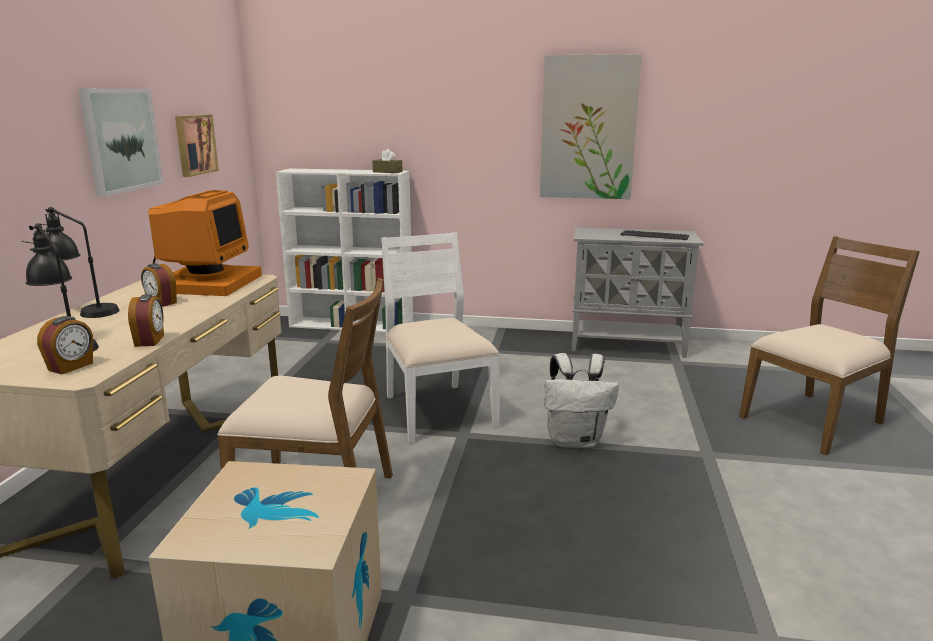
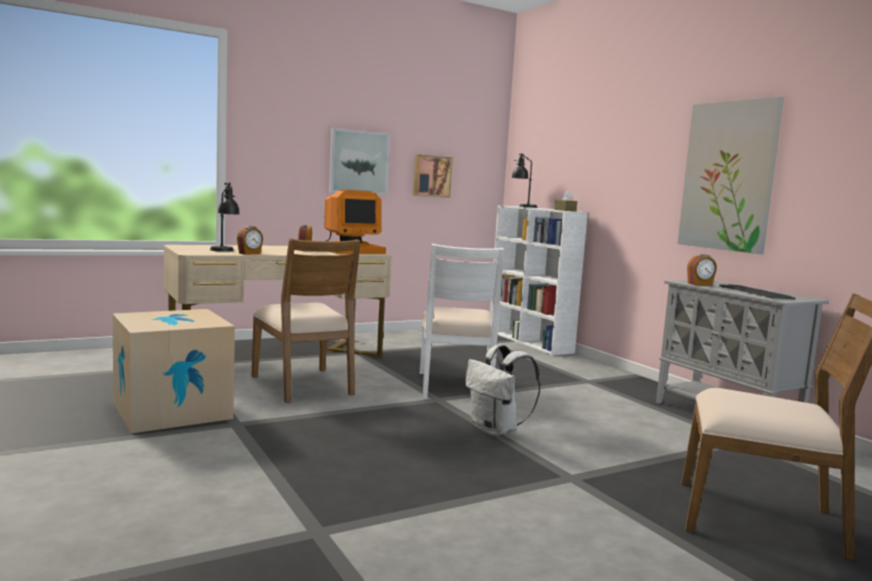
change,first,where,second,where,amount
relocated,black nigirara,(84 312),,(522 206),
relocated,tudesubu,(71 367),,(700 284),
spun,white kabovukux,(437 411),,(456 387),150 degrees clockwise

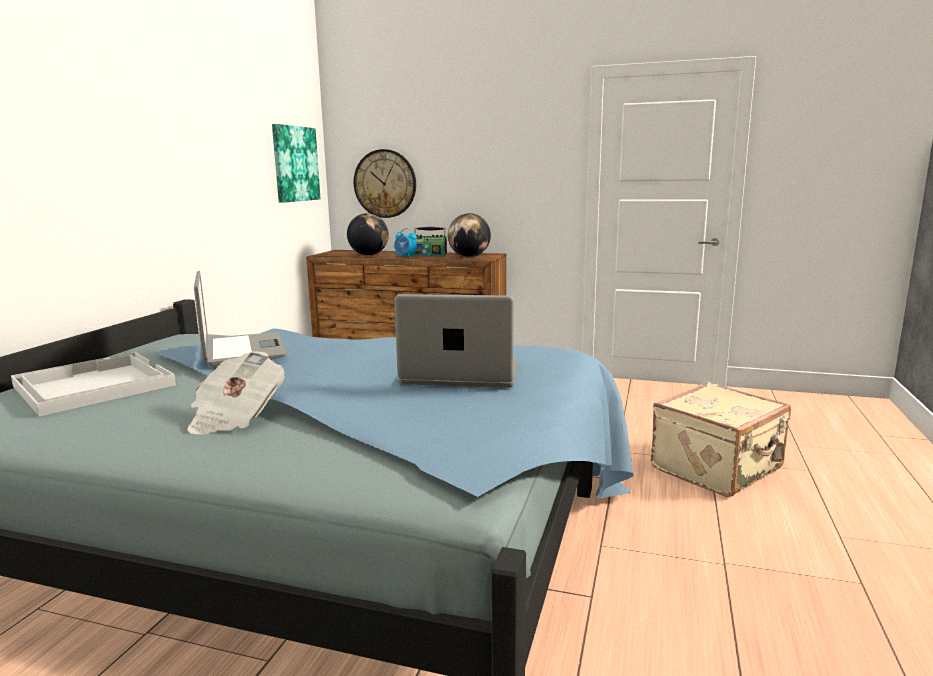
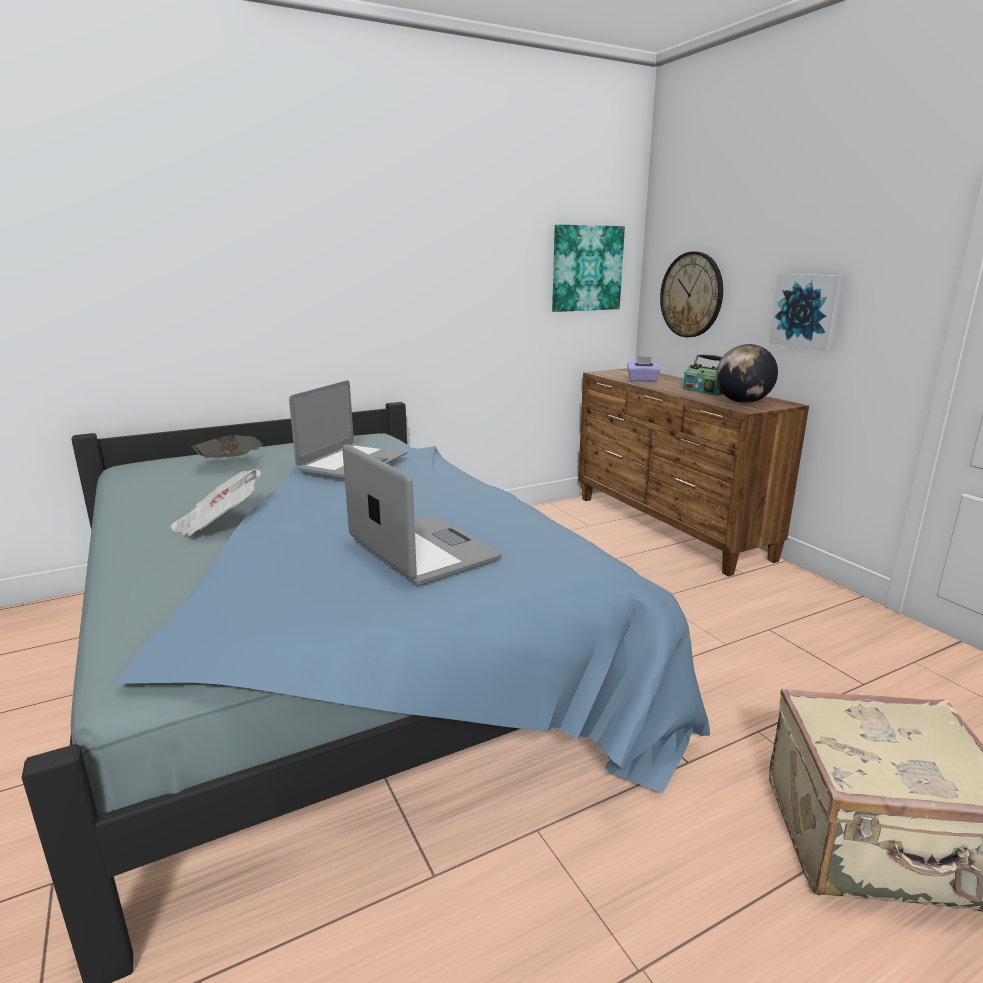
change,first,where,second,where,amount
missing,tudesubu,(405 257),,,
appeared,,,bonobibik,(807 310),
exchanged,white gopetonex,(92 385),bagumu,(231 465),
exchanged,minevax,(368 255),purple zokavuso,(642 380),

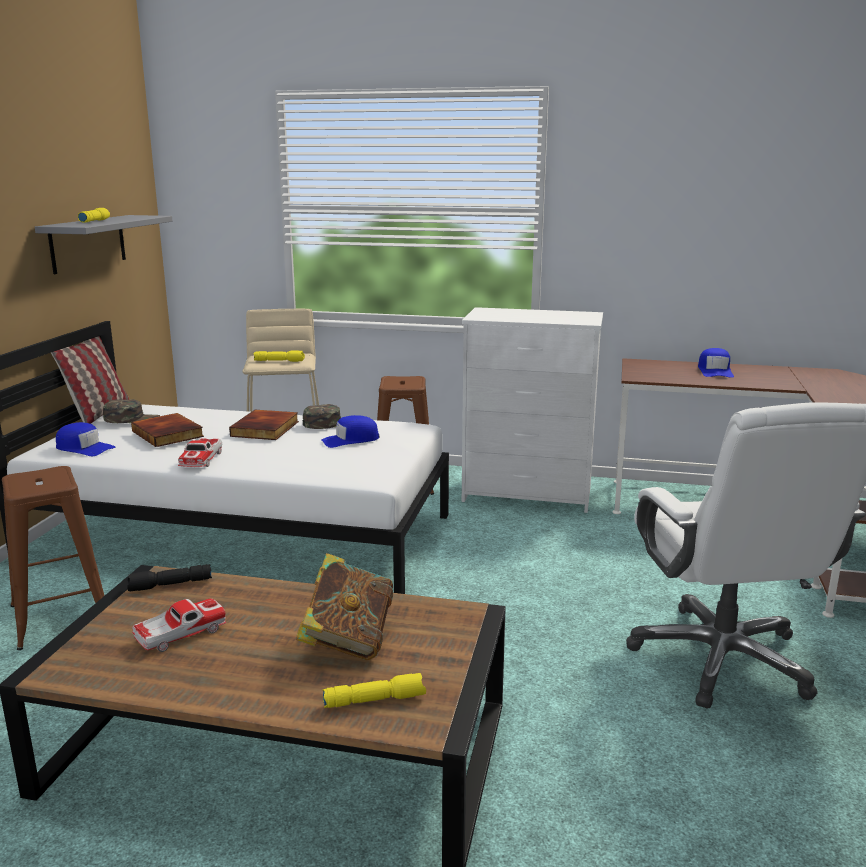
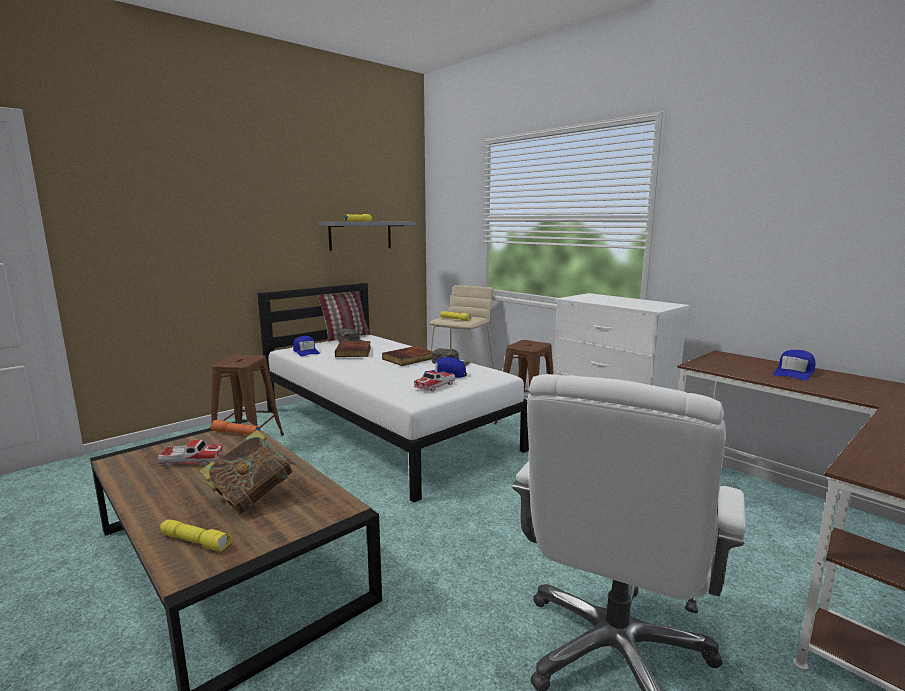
change,first,where,second,where,amount
relocated,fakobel,(201 459),,(435 386),
colour,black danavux,(170 585),orange danavux,(235 433),

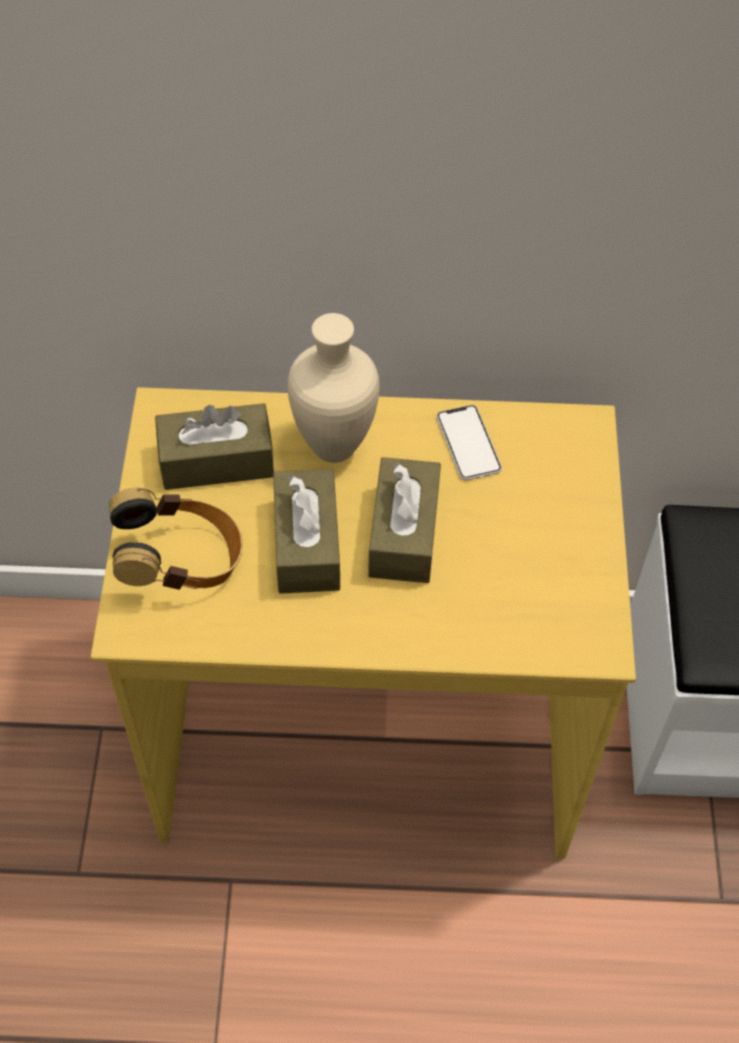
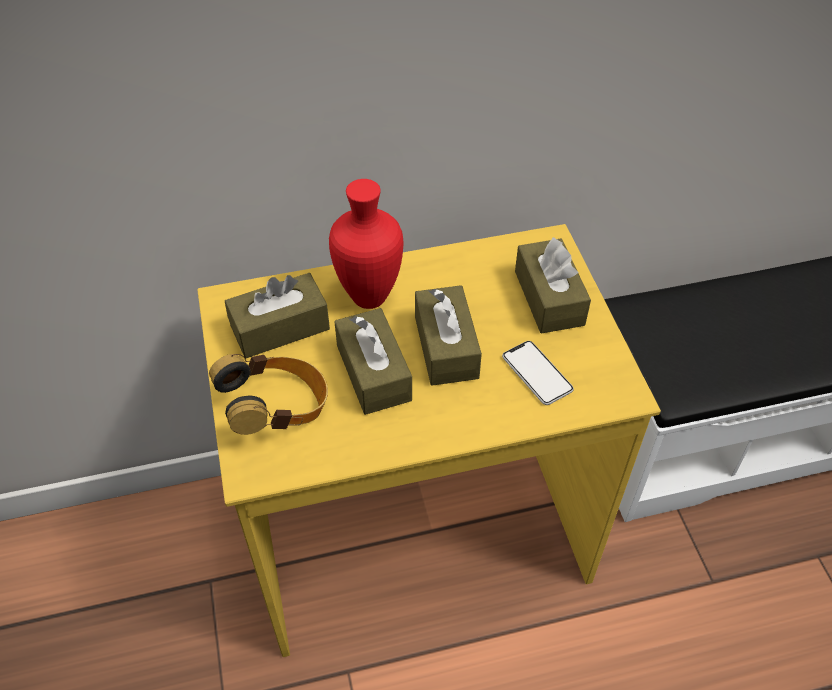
change,first,where,second,where,amount
appeared,,,brown zokavuso,(549 298),
relocated,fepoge,(468 444),,(537 373),
colour,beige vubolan,(334 450),red vubolan,(370 299),

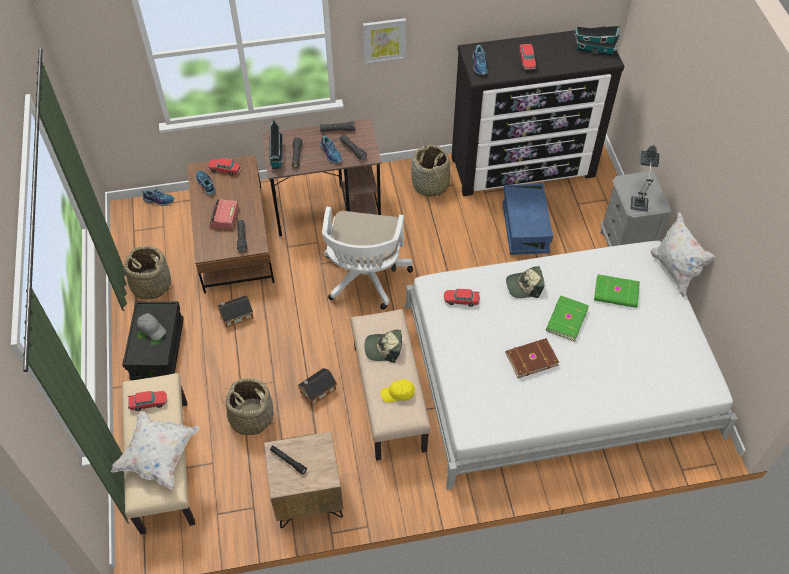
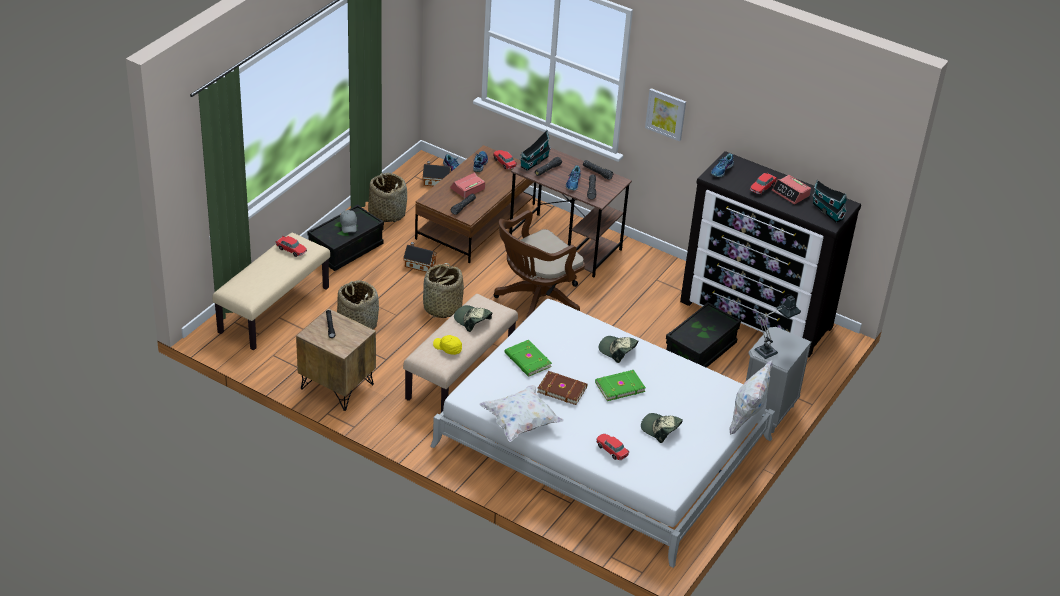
change,first,where,second,where,amount
appeared,,,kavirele,(660 429),
appeared,,,tudesubu,(791 193),
relocated,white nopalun,(158 455),,(520 423),
relocated,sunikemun,(316 391),,(435 181),
relocated,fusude,(430 185),,(442 308),
relocated,fakobel,(461 300),,(611 450),
relocated,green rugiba,(616 293),,(527 360),
colour,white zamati,(365 279),brown zamati,(535 302),
colour,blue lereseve,(525 229),black lereseve,(700 351),

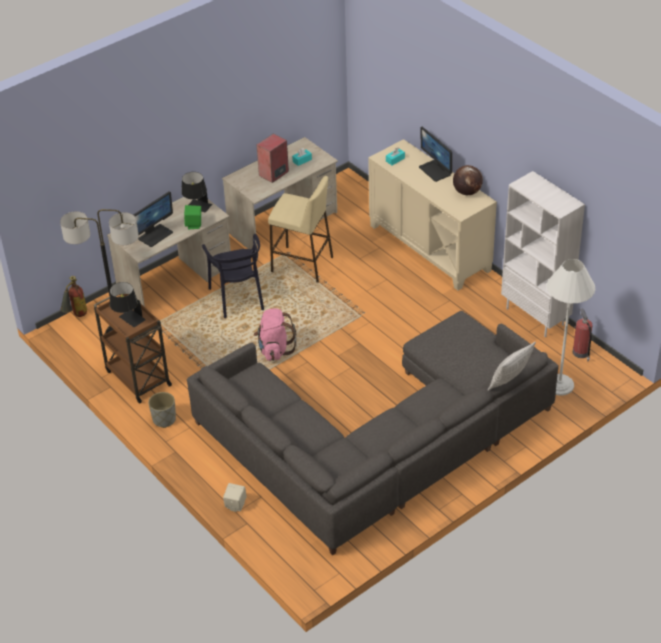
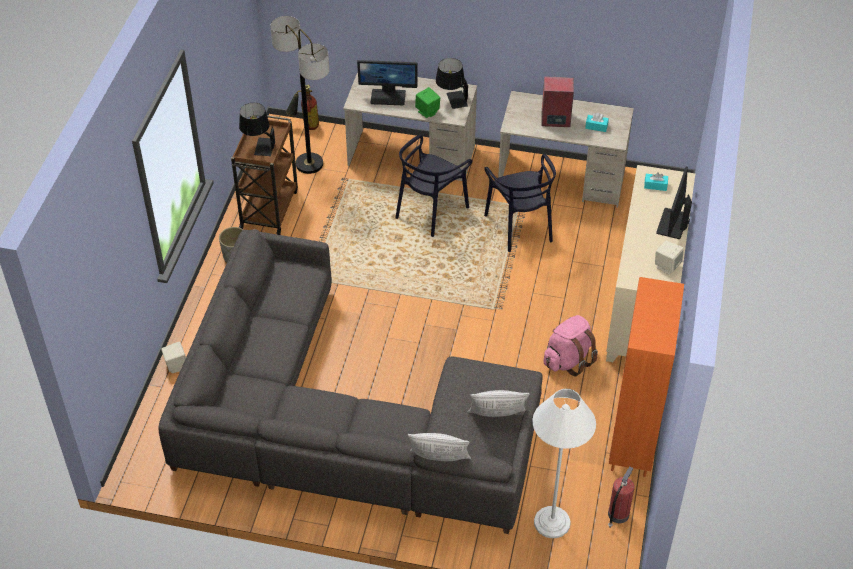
change,first,where,second,where,amount
appeared,,,nopalun,(497 418),
relocated,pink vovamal,(274 349),,(568 360),
exchanged,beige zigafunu,(302 264),black kabovukux,(520 227),
exchanged,minevax,(467 192),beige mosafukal,(667 266),
colour,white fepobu,(536 316),orange fepobu,(633 446),

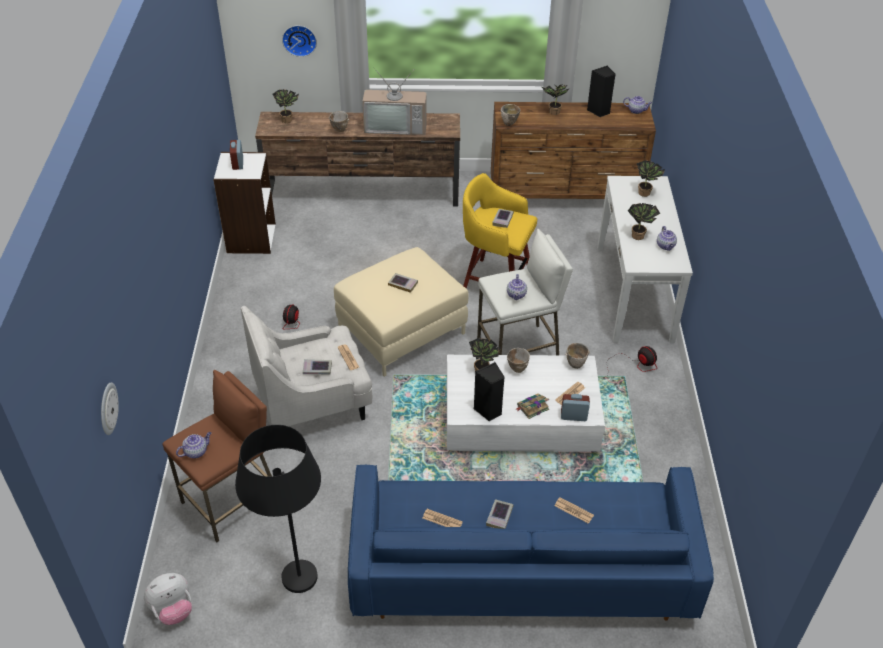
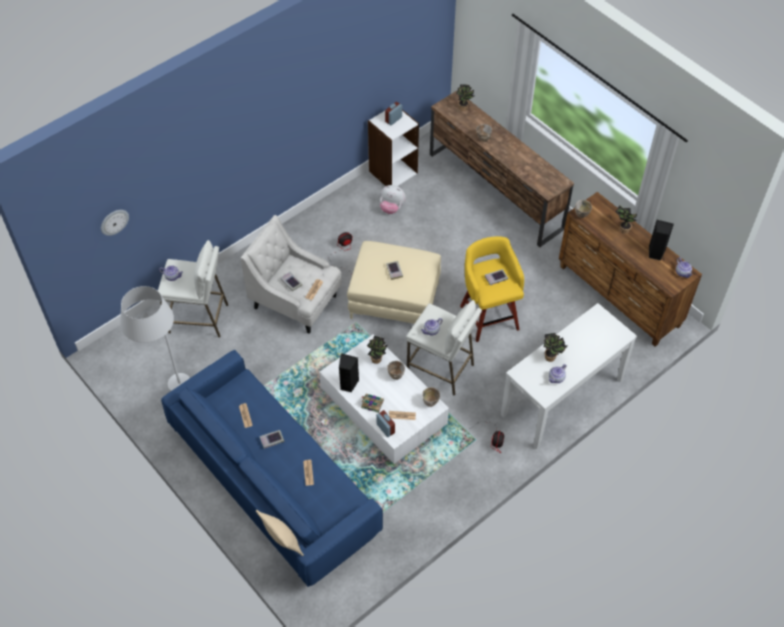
change,first,where,second,where,amount
missing,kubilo,(299 39),,,
missing,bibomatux,(396 126),,,
missing,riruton,(646 193),,,
appeared,,,beige nopalun,(282 542),
relocated,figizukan,(173 610),,(392 208),
colour,brown zigafunu,(231 500),white zigafunu,(199 318),
colour,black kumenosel,(297 595),white kumenosel,(168 391),

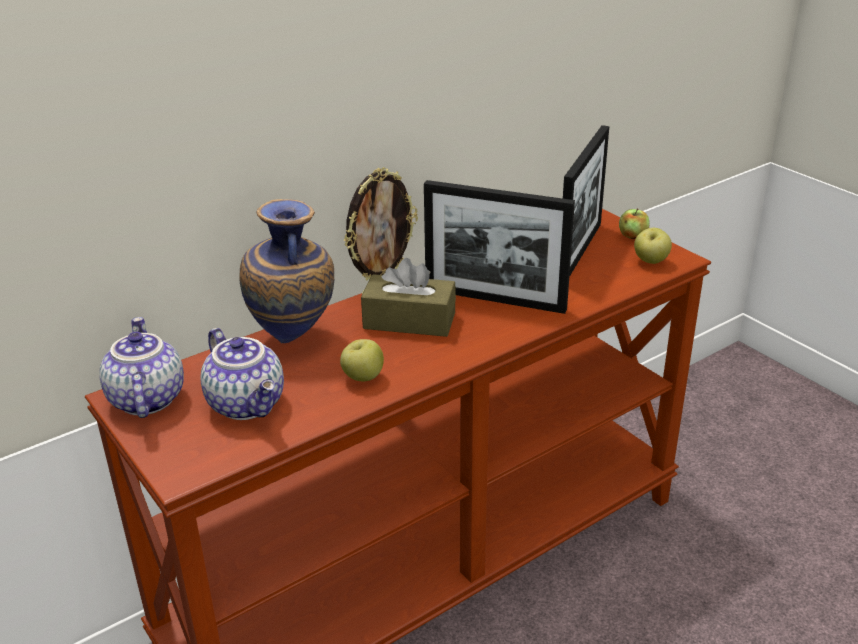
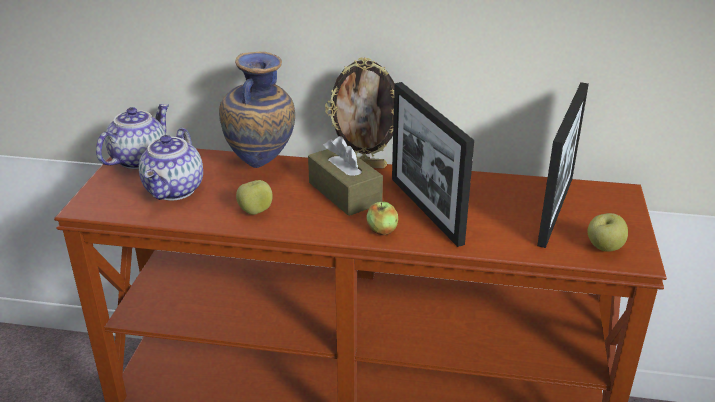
change,first,where,second,where,amount
relocated,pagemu,(632 236),,(382 230),
spun,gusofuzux,(580 252),,(555 210),45 degrees counterclockwise

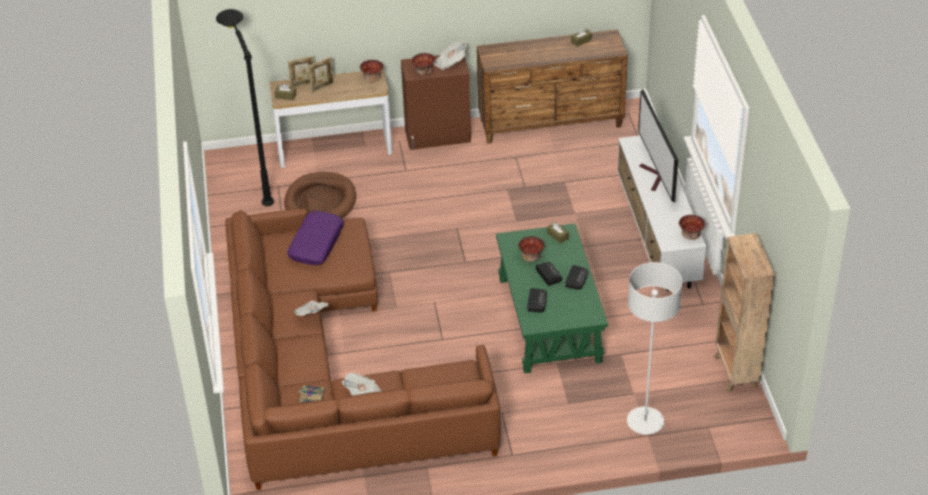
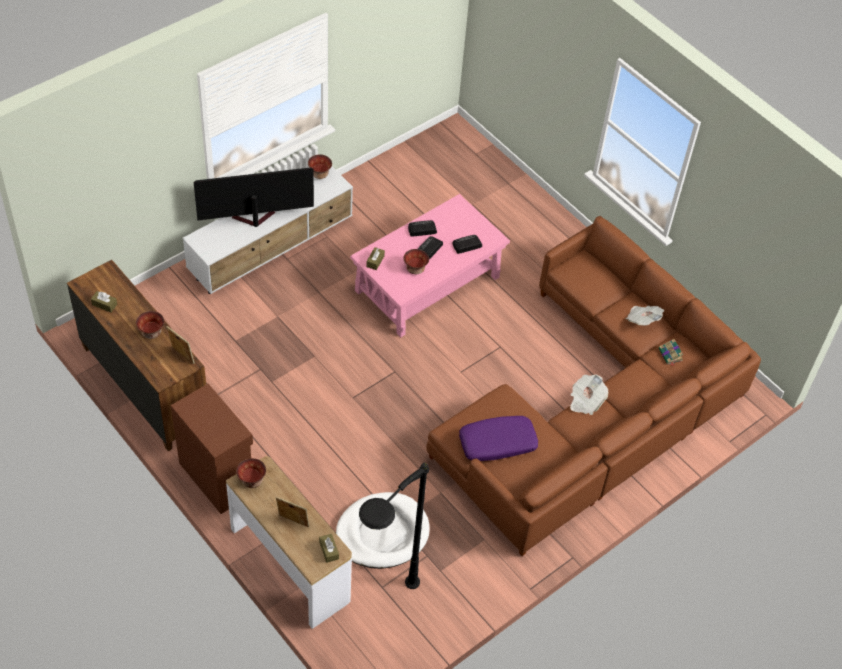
change,first,where,second,where,amount
missing,bagumu,(450 63),,,
missing,grey kumenosel,(645 422),,,
missing,brown fepobu,(735 373),,,
relocated,gusofuzux,(303 84),,(182 356),
relocated,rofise,(424 72),,(152 332),
colour,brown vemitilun,(320 201),white vemitilun,(382 533),
colour,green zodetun,(549 319),pink zodetun,(427 284),
spun,bibomatux,(655 177),,(253 220),150 degrees counterclockwise

